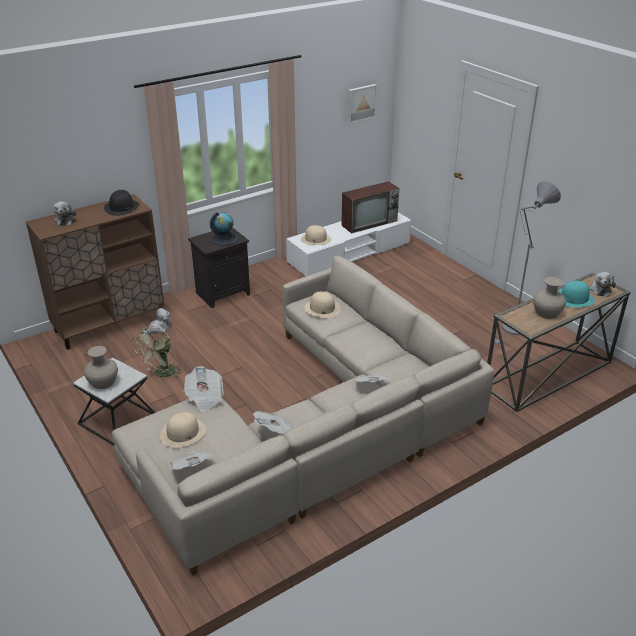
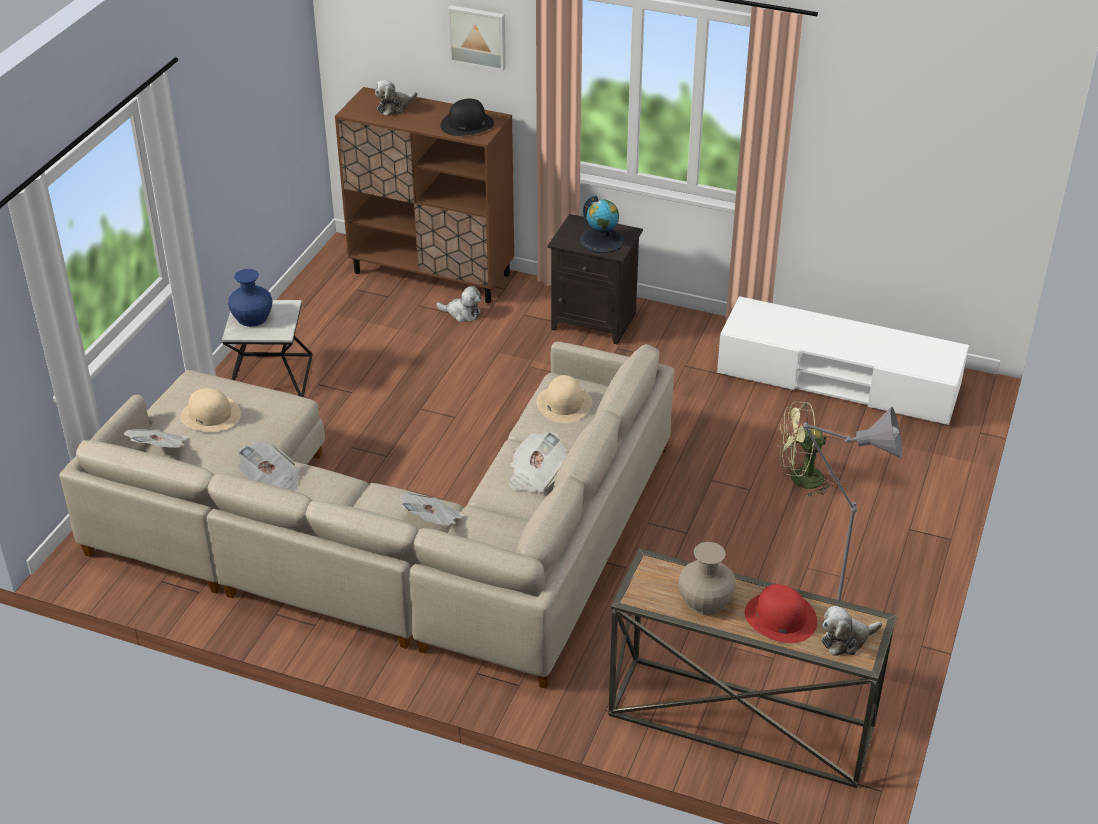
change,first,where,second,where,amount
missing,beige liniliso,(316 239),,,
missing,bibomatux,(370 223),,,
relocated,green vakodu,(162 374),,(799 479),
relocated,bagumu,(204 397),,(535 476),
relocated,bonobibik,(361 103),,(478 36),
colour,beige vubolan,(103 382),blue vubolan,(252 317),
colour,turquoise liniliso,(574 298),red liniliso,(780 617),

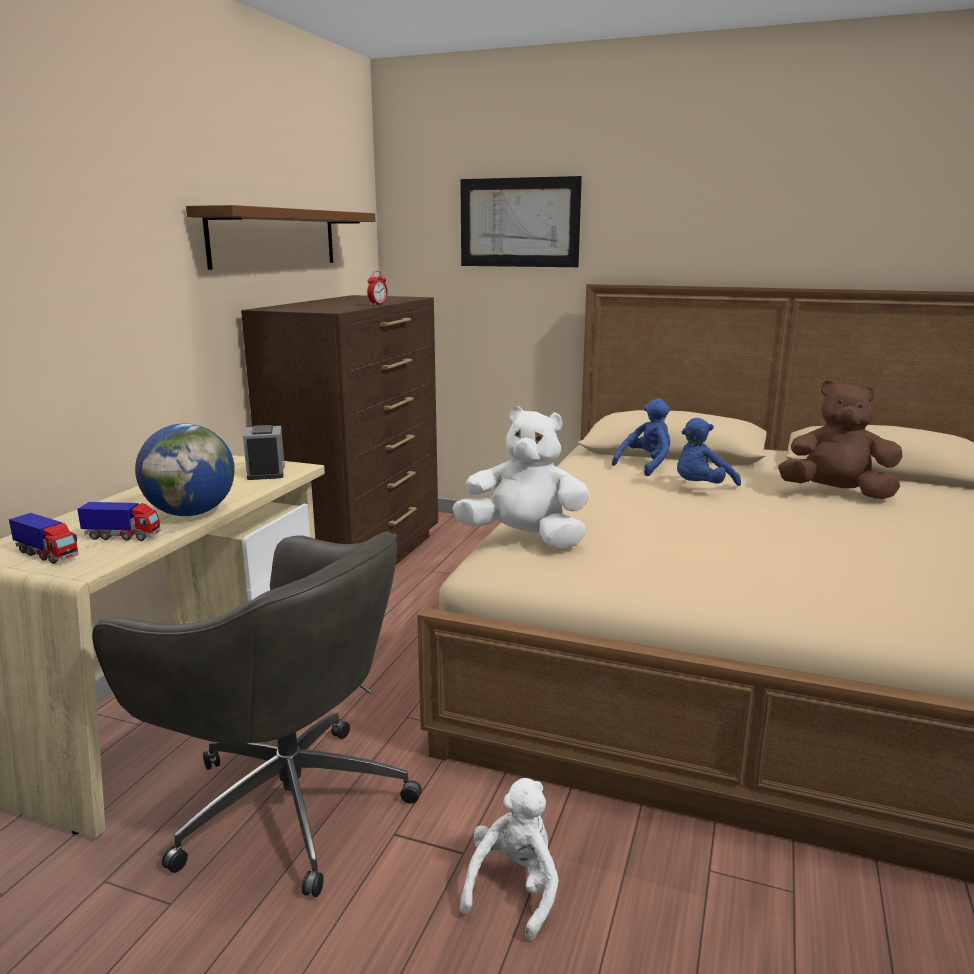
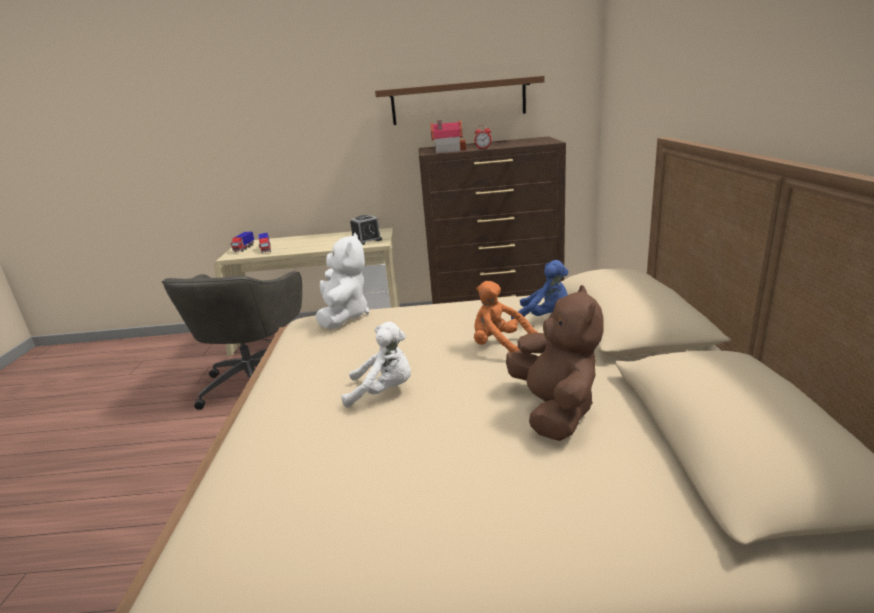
change,first,where,second,where,amount
missing,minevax,(191 513),,,
missing,bonobibik,(519 222),,,
appeared,,,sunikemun,(446 151),
relocated,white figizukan,(514 888),,(383 392),
colour,blue figizukan,(701 488),orange figizukan,(500 346),

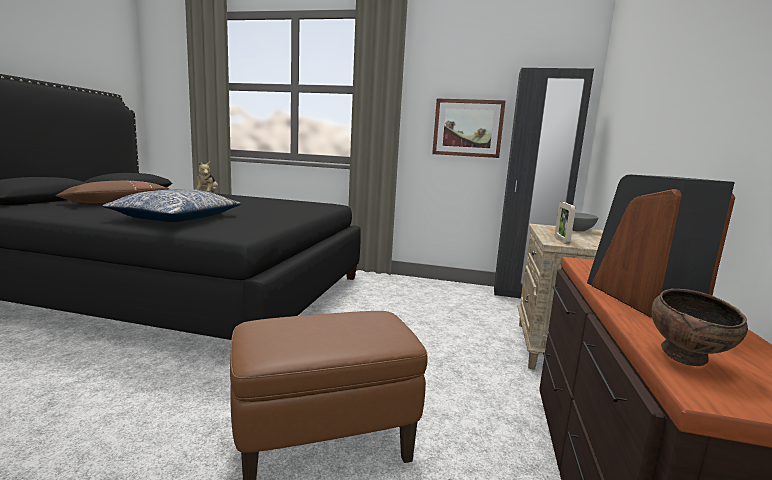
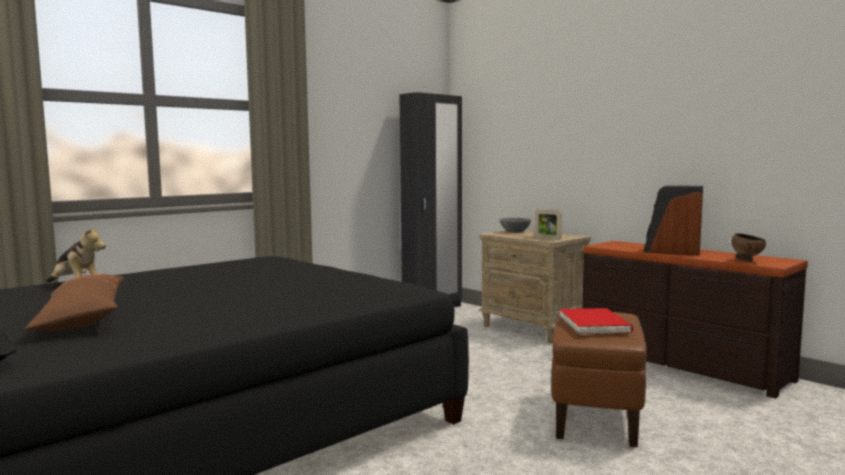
change,first,where,second,where,amount
missing,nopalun,(176 218),,,
missing,bonobibik,(467 128),,,
appeared,,,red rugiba,(594 325),

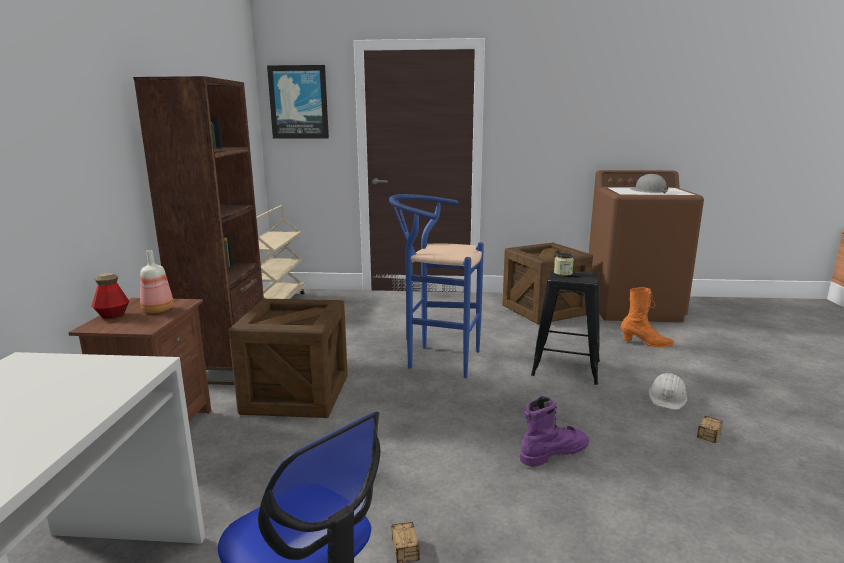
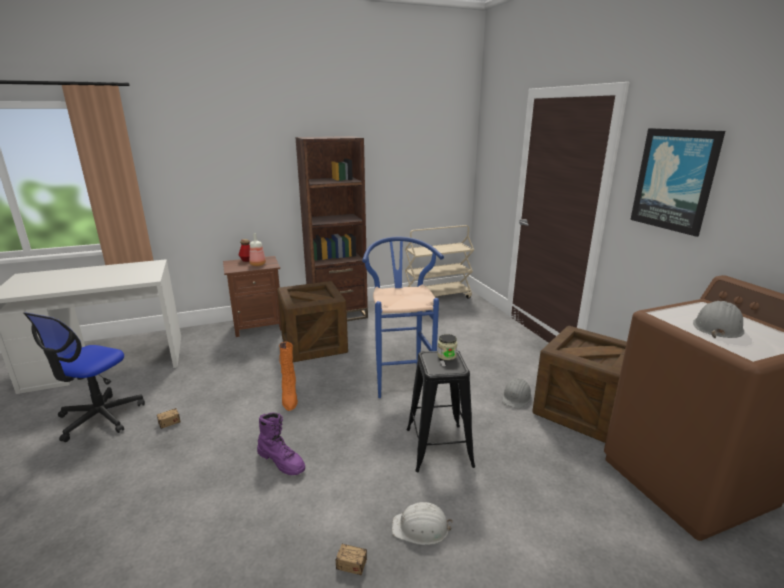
change,first,where,second,where,amount
appeared,,,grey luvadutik,(516 397),
relocated,bonobibik,(299 102),,(674 180),
relocated,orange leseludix,(646 343),,(289 398),

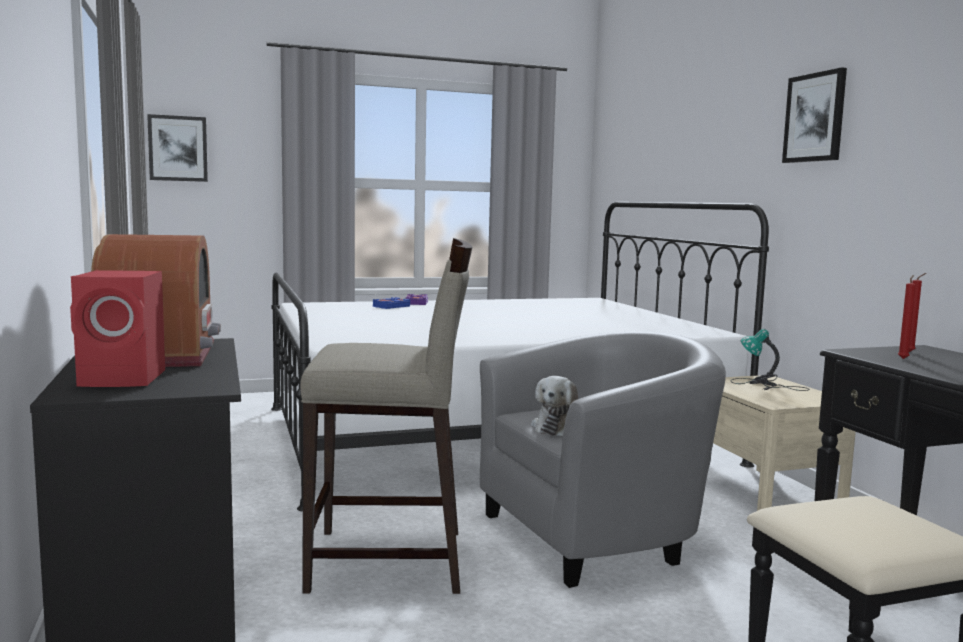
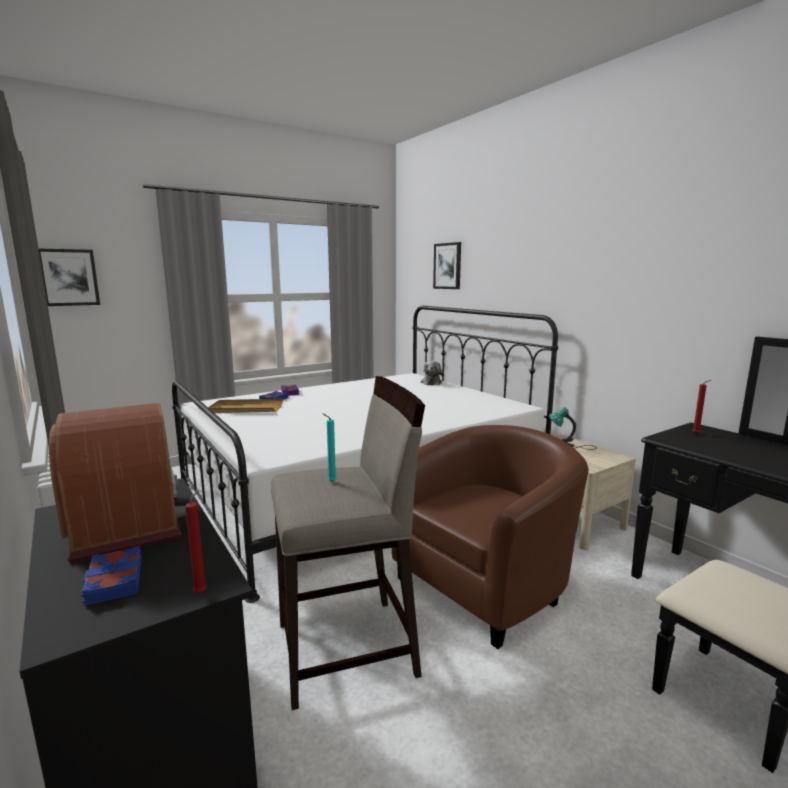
change,first,where,second,where,amount
appeared,,,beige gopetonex,(246 409),
appeared,,,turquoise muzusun,(330 482),
relocated,figizukan,(558 427),,(431 382),
relocated,bonobibik,(815 117),,(447 266),
relocated,red muzusun,(903 358),,(202 591),
exchanged,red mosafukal,(126 379),blue rugiba,(113 581),
colour,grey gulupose,(596 535),brown gulupose,(486 584),

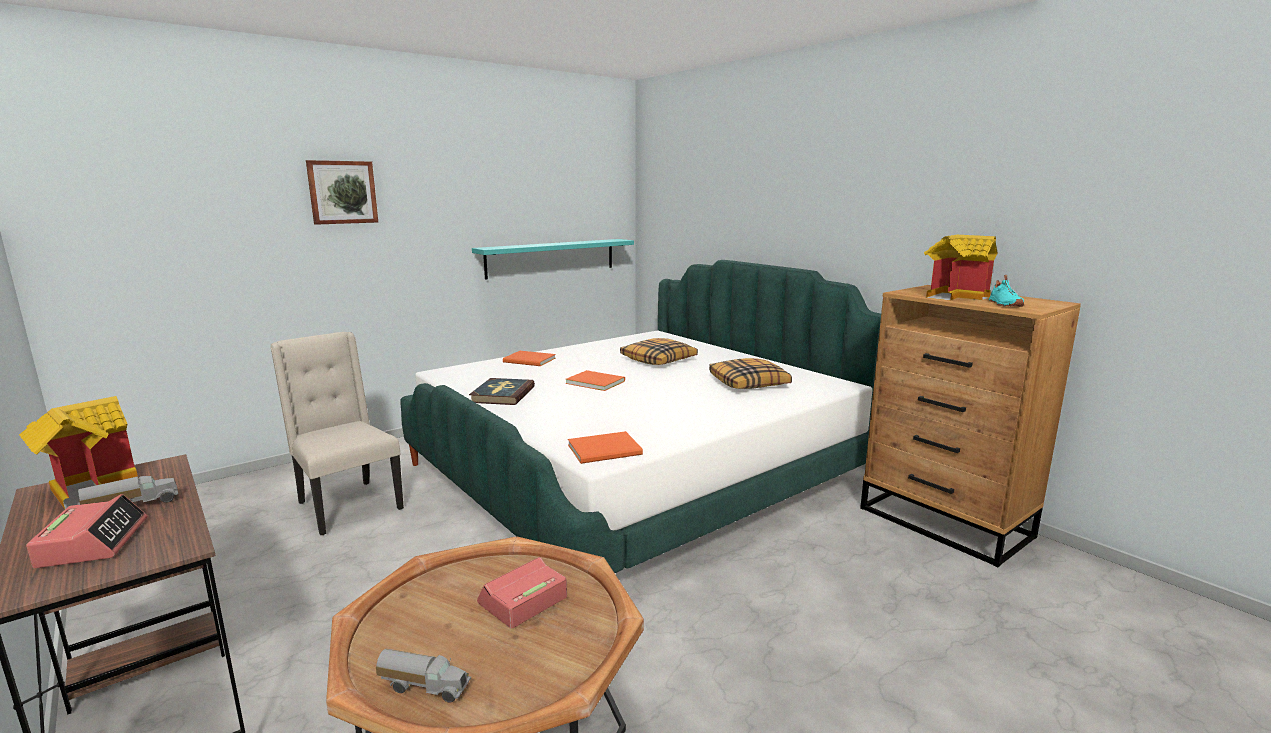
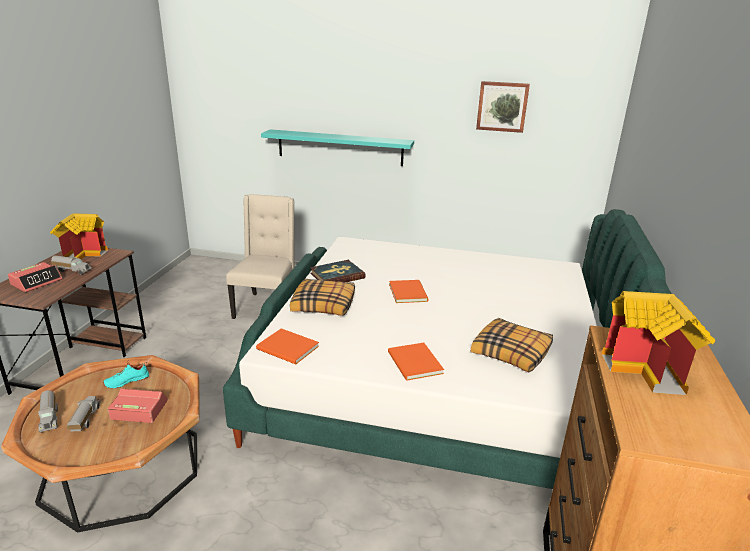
change,first,where,second,where,amount
appeared,,,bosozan,(85 420),
relocated,bonobibik,(342 192),,(502 106),
relocated,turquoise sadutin,(551 258),,(340 147),
relocated,orange rugiba,(530 360),,(414 364),
relocated,nopalun,(659 360),,(324 305),
relocated,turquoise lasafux,(1003 304),,(126 381),

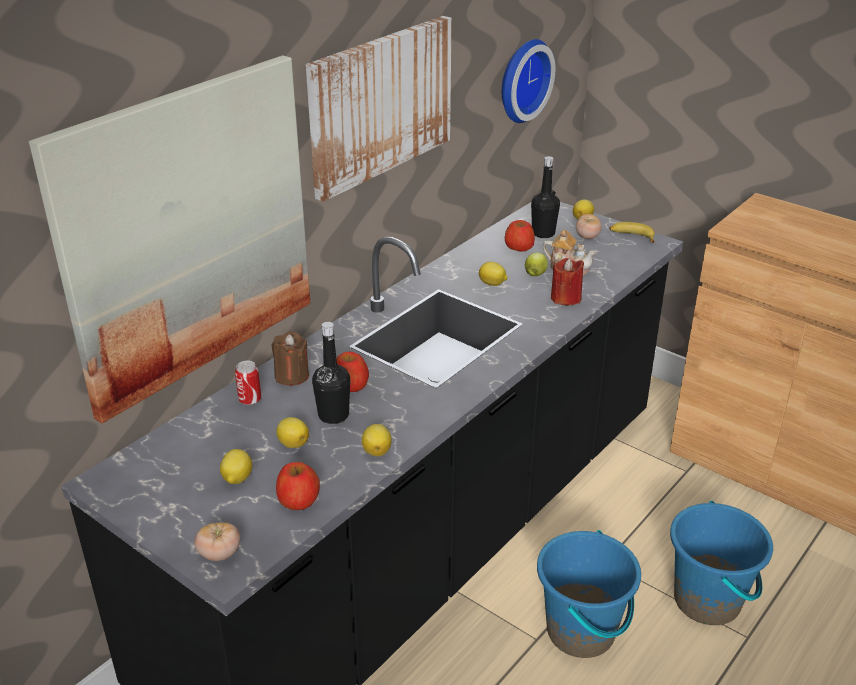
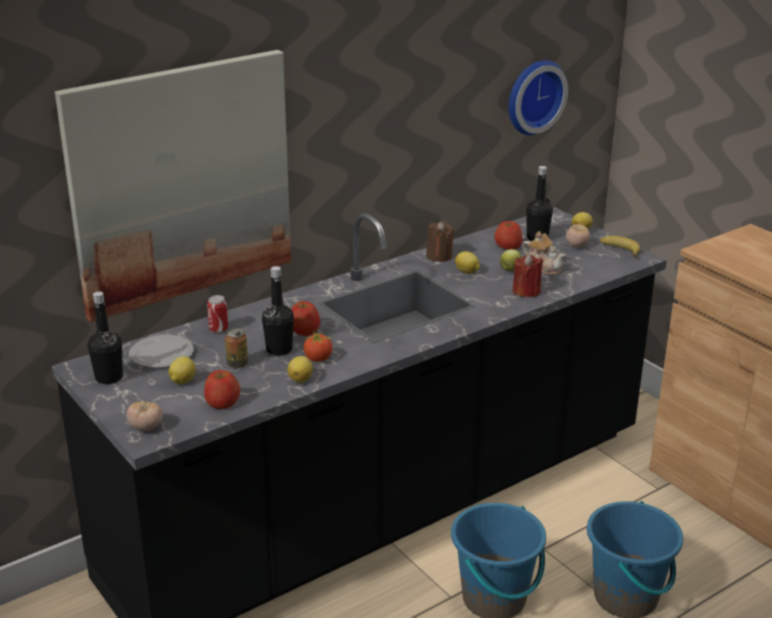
change,first,where,second,where,amount
missing,bonobibik,(380 104),,,
appeared,,,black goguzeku,(109 377),
appeared,,,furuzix,(160 354),
appeared,,,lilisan,(318 359),
relocated,brown muzusun,(292 376),,(439 256),
exchanged,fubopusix,(293 443),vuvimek,(237 364),

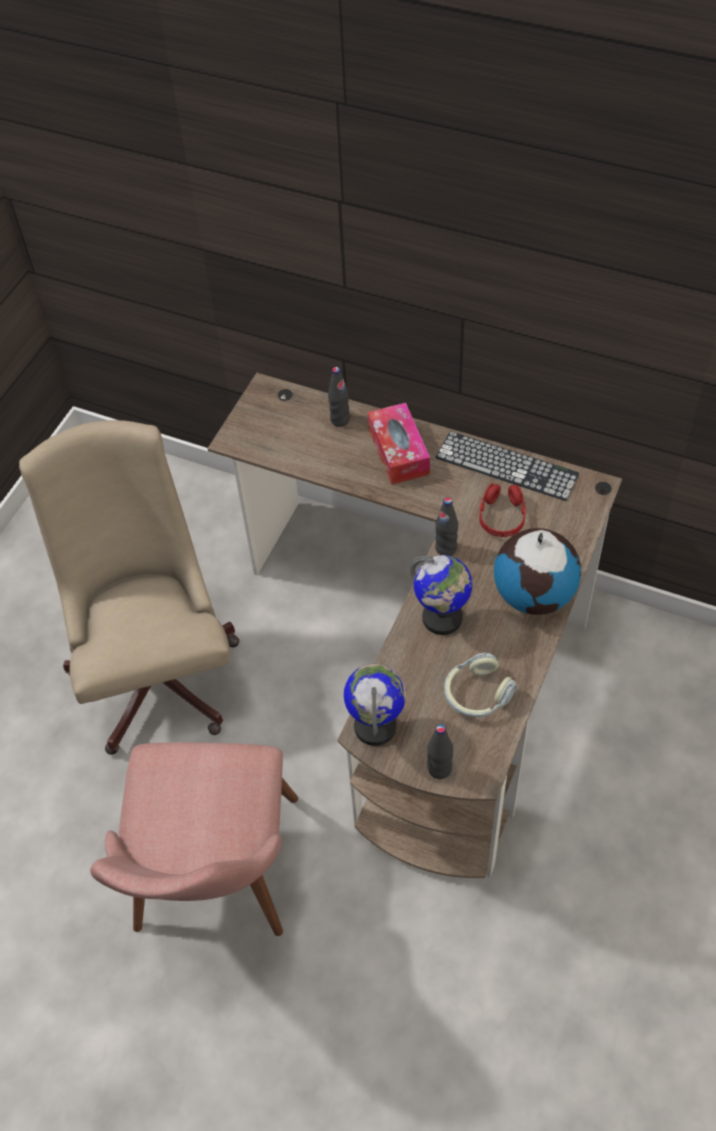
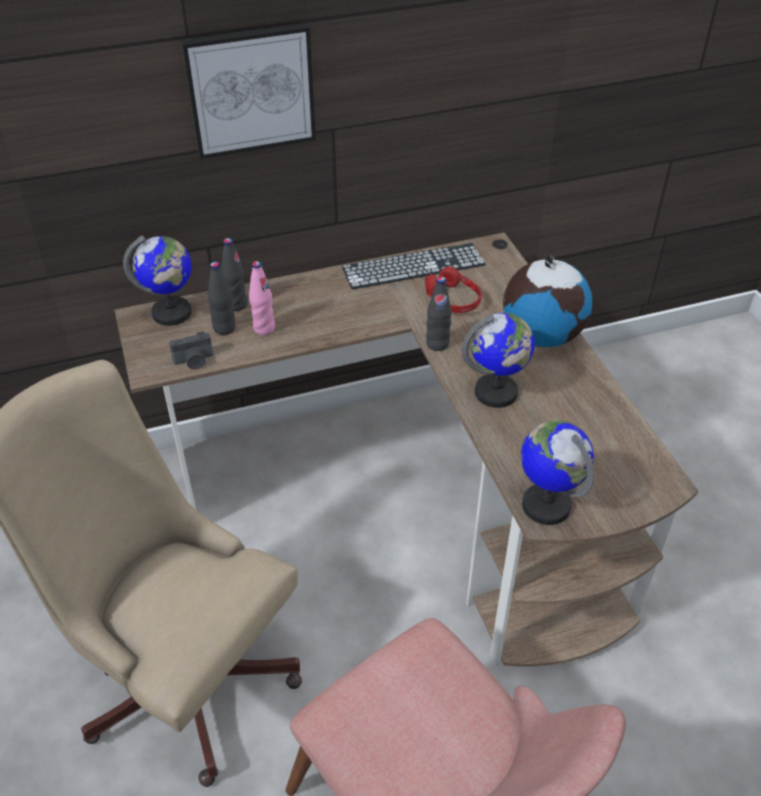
change,first,where,second,where,amount
missing,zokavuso,(398 451),,,
missing,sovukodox,(477 694),,,
appeared,,,minevax,(172 313),
appeared,,,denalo,(194 361),
appeared,,,bonobibik,(251 90),
appeared,,,pink goguzeku,(264 328),
relocated,black goguzeku,(439 769),,(224 328),

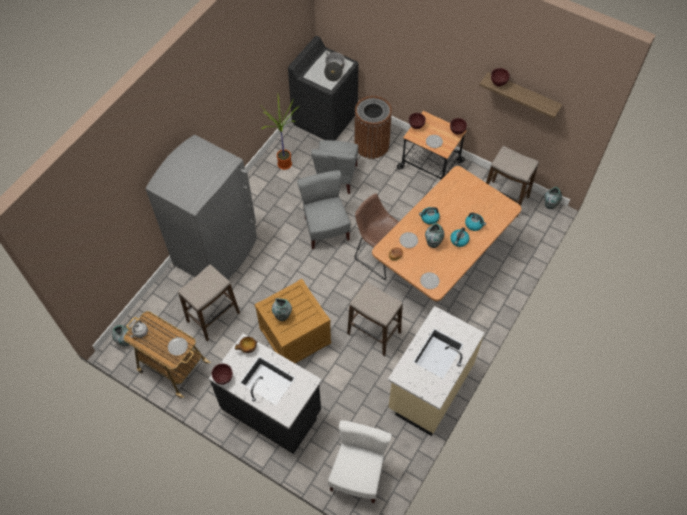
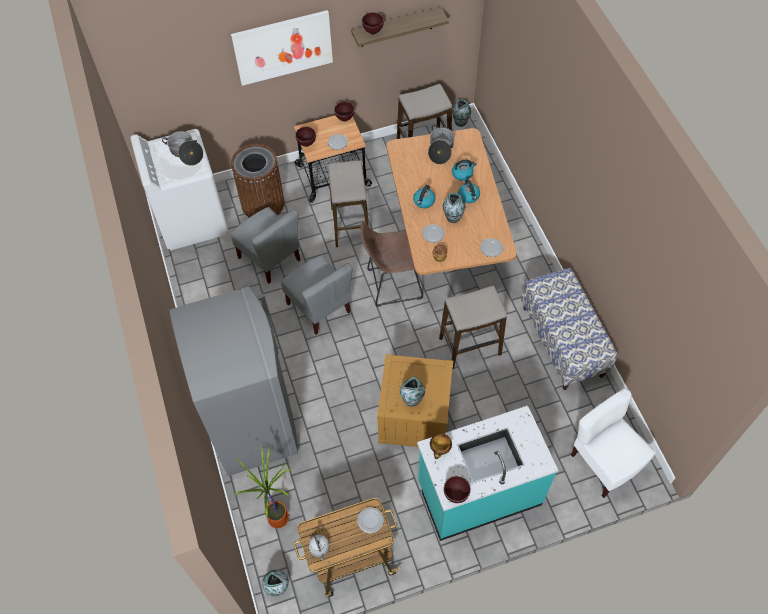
change,first,where,second,where,amount
appeared,,,bonobibik,(283 47),
appeared,,,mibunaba,(440 149),
relocated,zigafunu,(213 317),,(350 226),
relocated,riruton,(283 165),,(278 520),
exchanged,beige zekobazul,(429 387),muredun,(563 341),
colour,black zekobazul,(272 409),turquoise zekobazul,(478 492),
colour,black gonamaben,(325 118),white gonamaben,(191 219),
spun,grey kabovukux,(325 229),,(320 307),150 degrees counterclockwise

